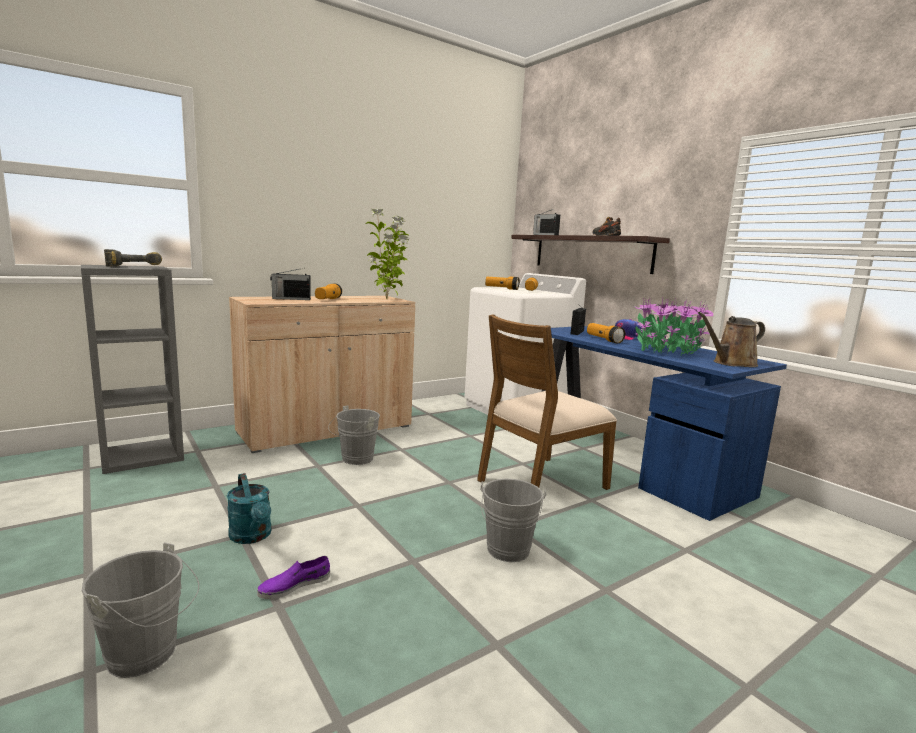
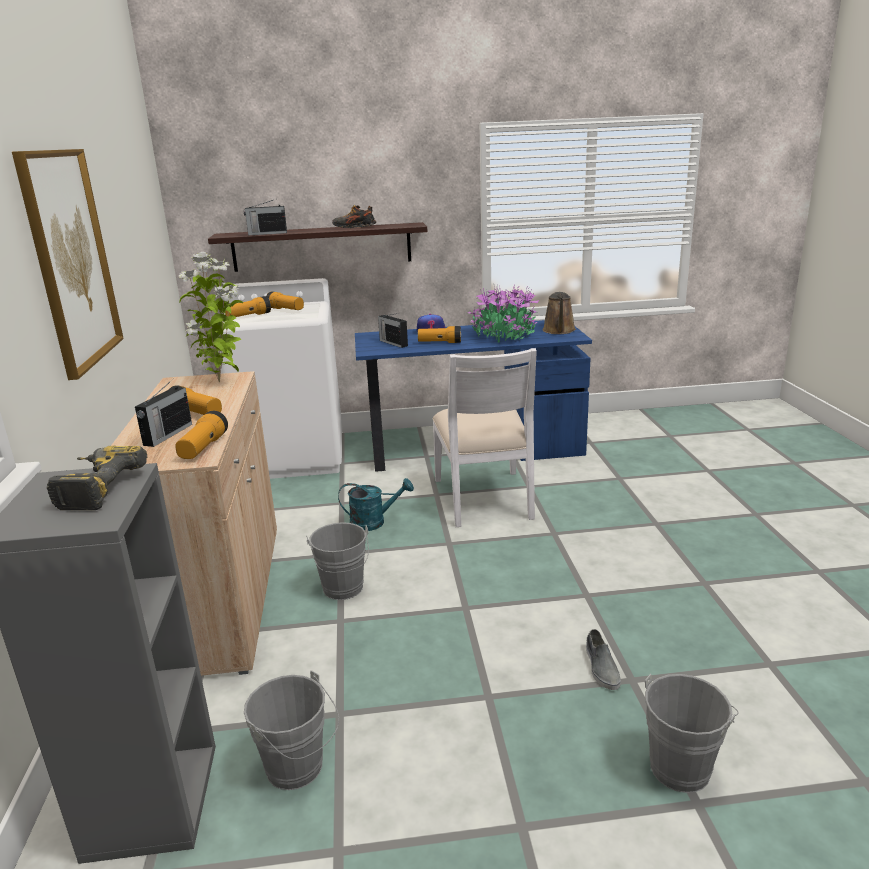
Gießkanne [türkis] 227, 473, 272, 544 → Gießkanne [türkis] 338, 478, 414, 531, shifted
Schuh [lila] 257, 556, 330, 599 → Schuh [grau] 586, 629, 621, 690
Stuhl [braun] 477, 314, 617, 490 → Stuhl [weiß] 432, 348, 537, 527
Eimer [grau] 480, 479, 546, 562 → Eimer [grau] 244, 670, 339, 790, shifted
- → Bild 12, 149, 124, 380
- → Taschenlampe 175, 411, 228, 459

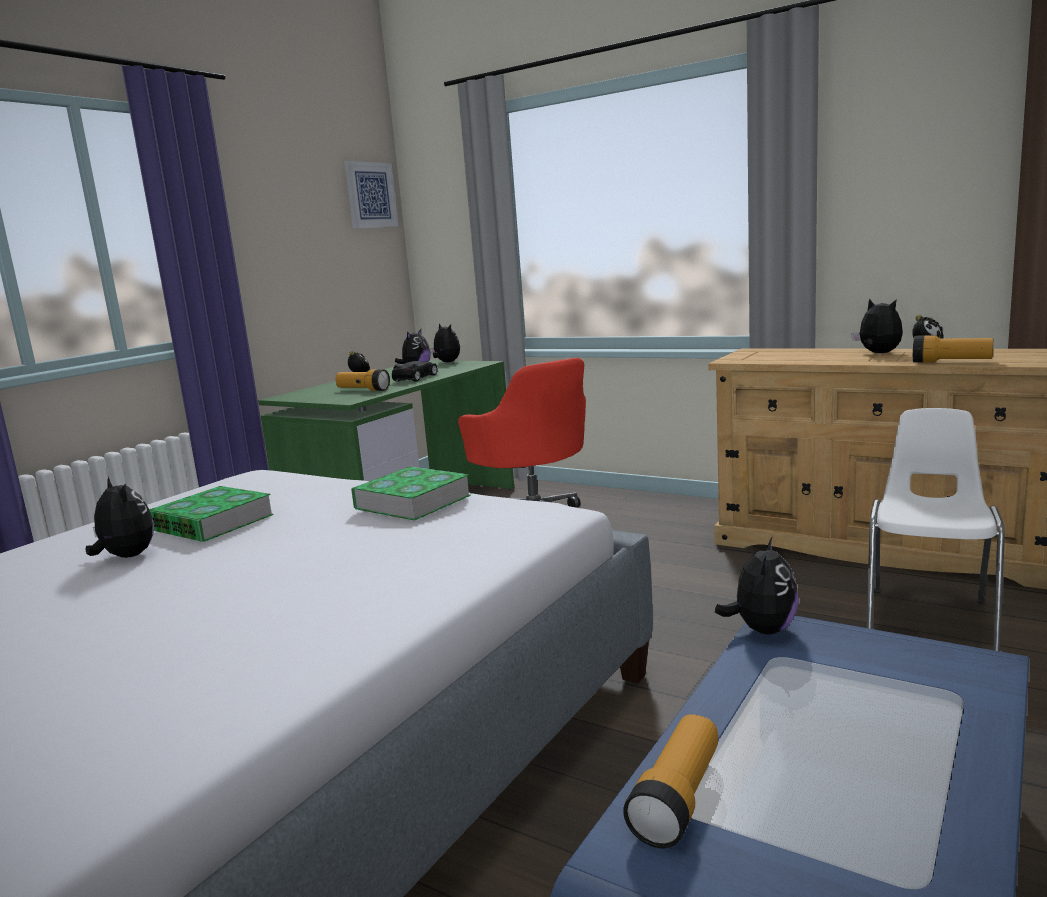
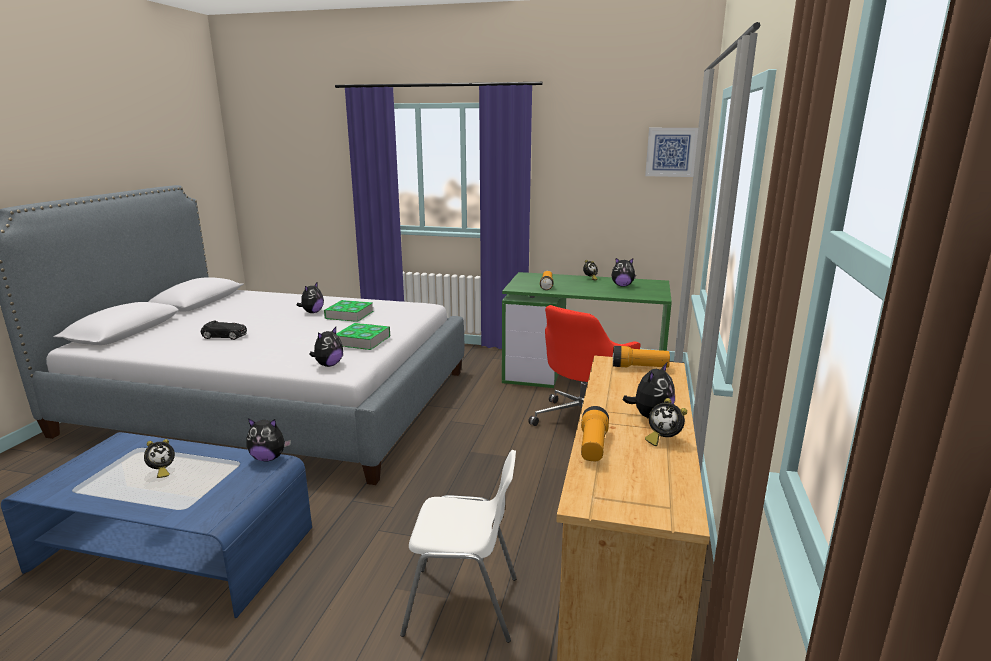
Spielzeugauto [schwarz] 392, 361, 437, 382 → Spielzeugauto [schwarz] 201, 321, 247, 340, shifted
Plüschtier 430, 323, 460, 362 → Plüschtier 309, 327, 343, 367, shifted
Taschenlampe 623, 714, 718, 848 → Taschenlampe 613, 346, 670, 367, shifted
- → Wecker 144, 439, 175, 478

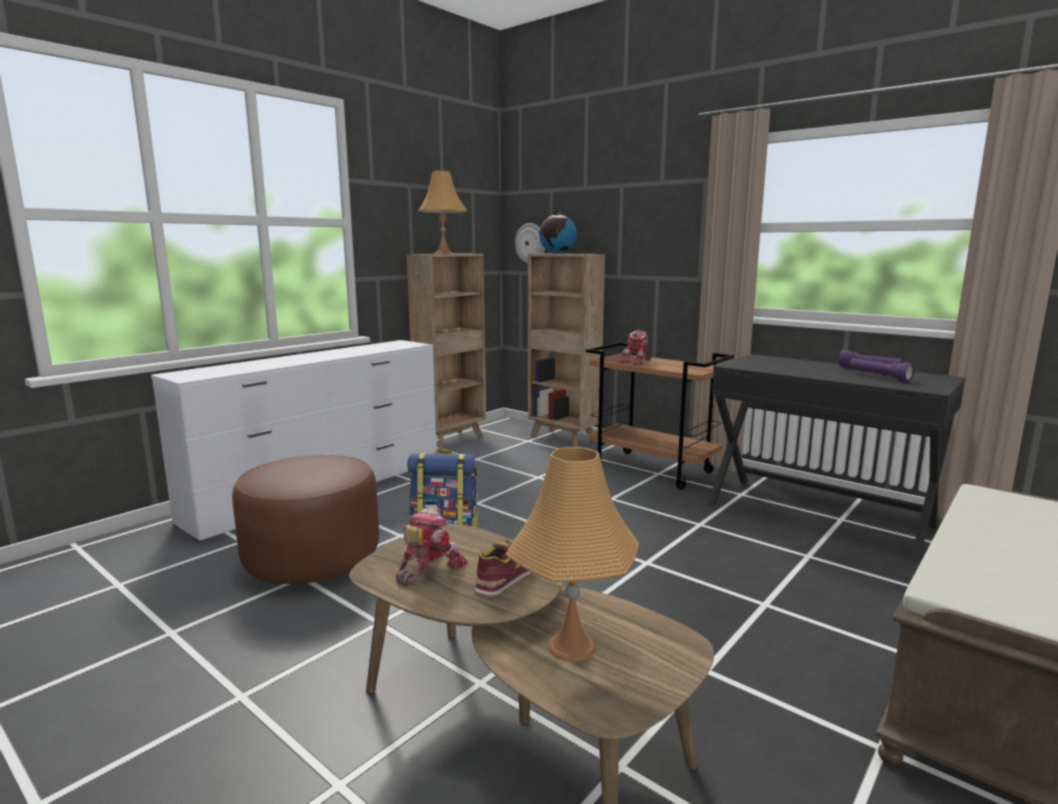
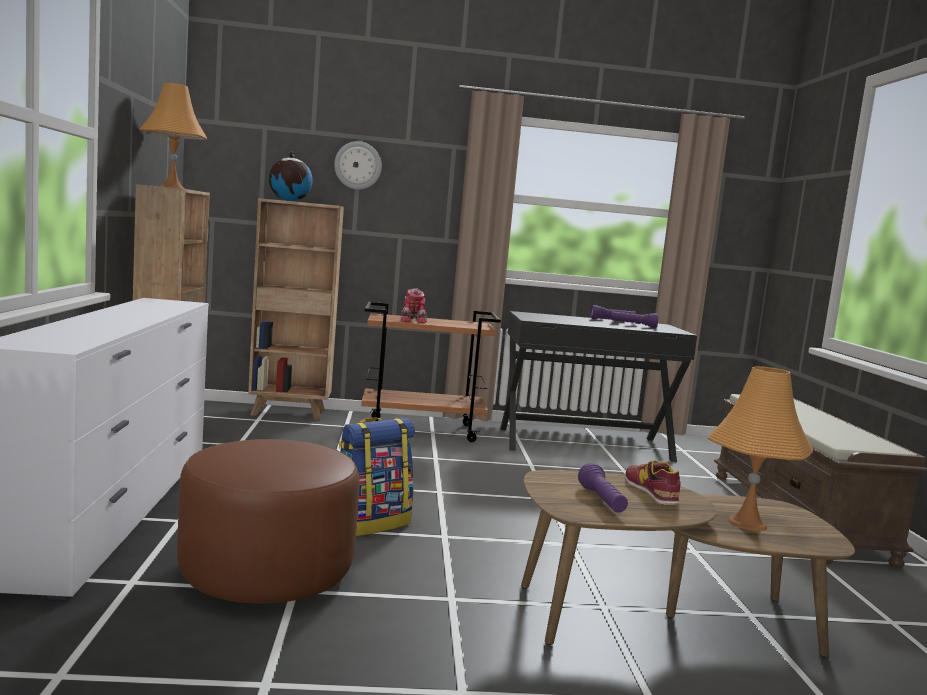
Spielzeugroboter 396, 506, 468, 586 → Taschenlampe [lila] 578, 463, 628, 513
Wanduhr 515, 223, 545, 263 → Wanduhr 334, 141, 382, 190, shifted

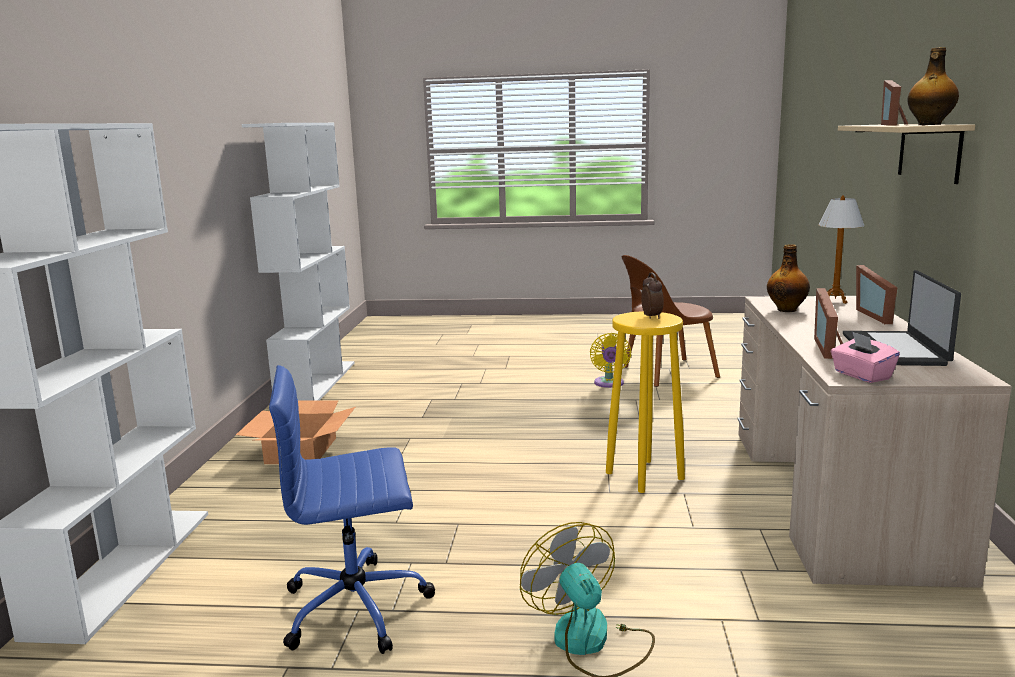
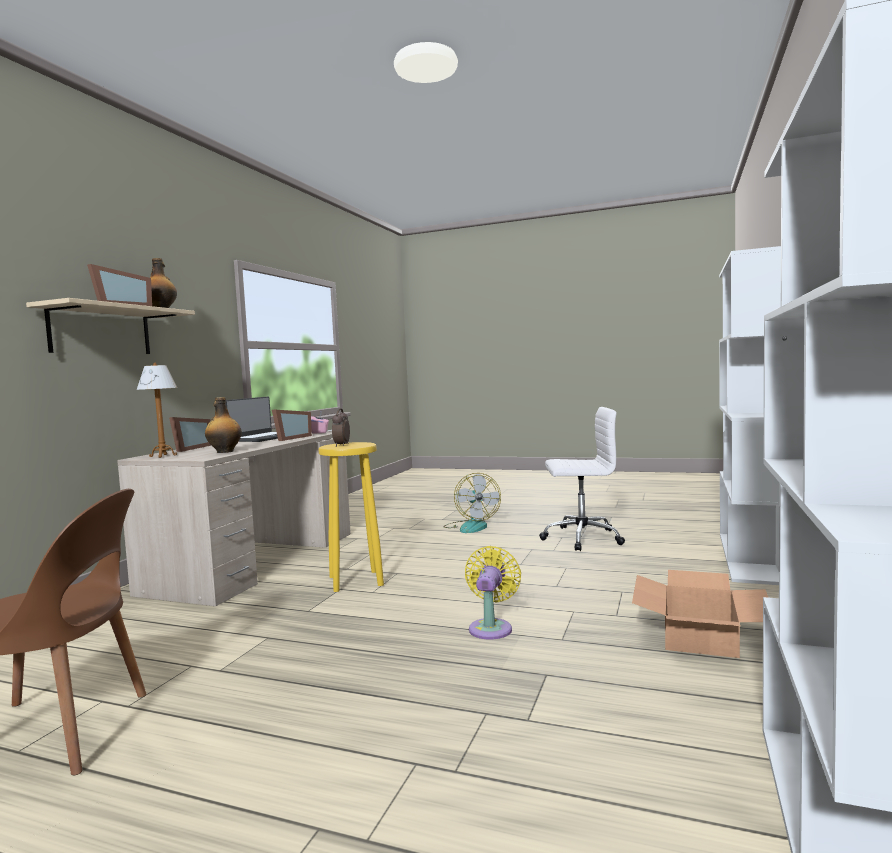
Bürostuhl [blau] 269, 365, 435, 654 → Bürostuhl [weiß] 539, 407, 625, 551
Ventilator [gelb] 590, 333, 631, 388 → Ventilator [gelb] 465, 546, 521, 640, shifted

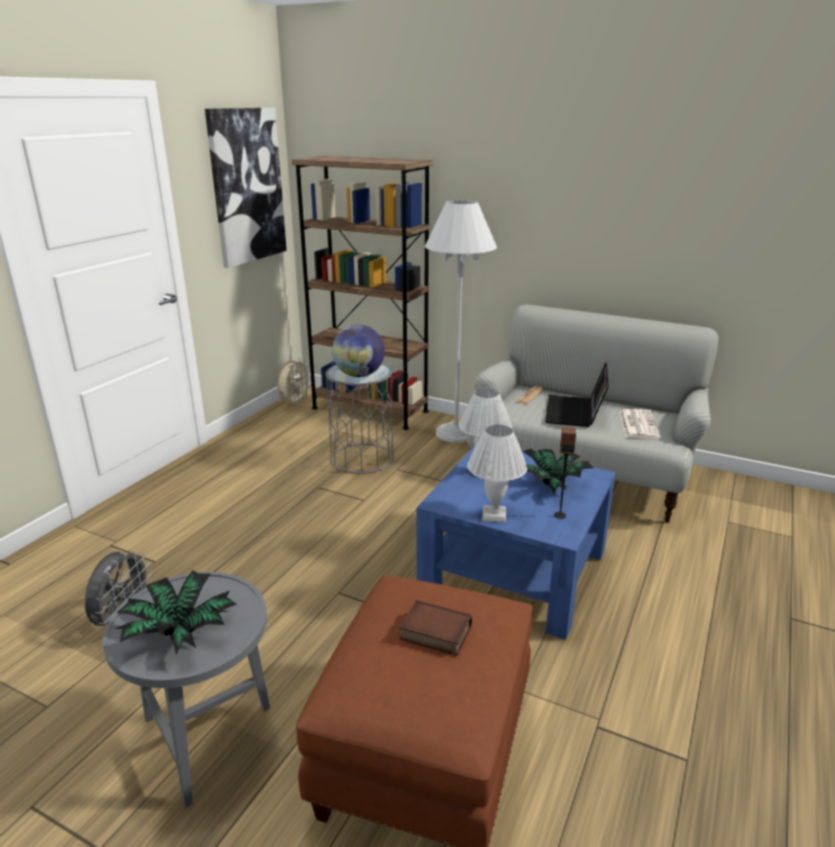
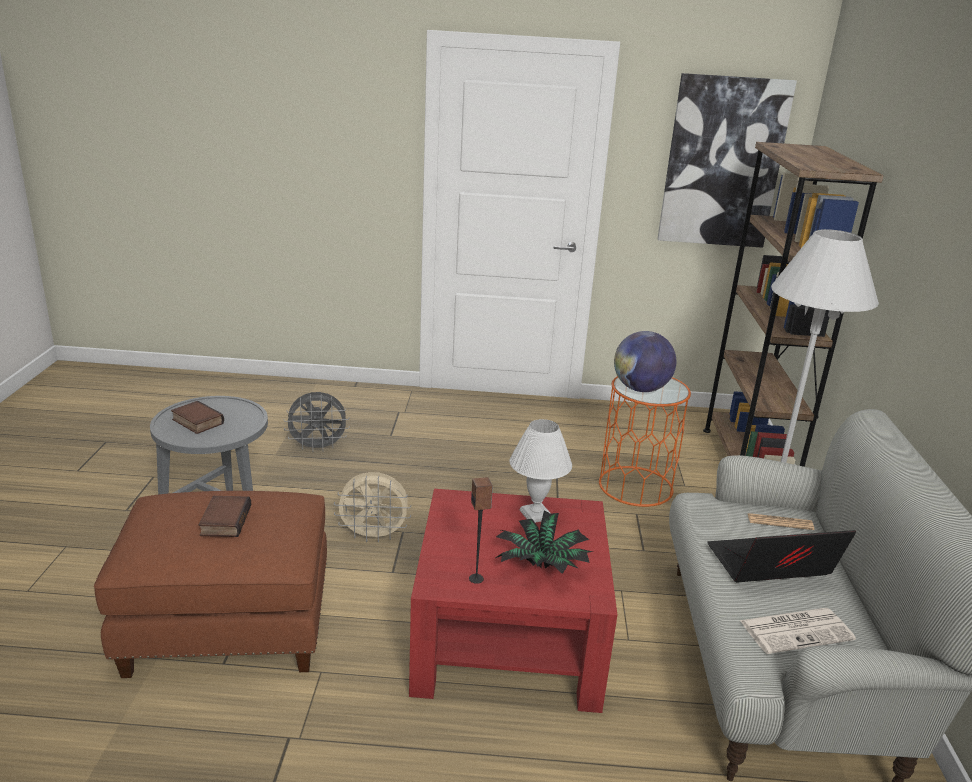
Topfpflanze 114, 570, 237, 654 → Buch 171, 401, 224, 434
Ventilator [beige] 277, 359, 311, 407 → Ventilator [beige] 334, 472, 411, 543, shifted
Beistelltisch [grau] 325, 363, 394, 474 → Beistelltisch [orange] 599, 376, 691, 507
Couchtisch [blau] 416, 447, 616, 640 → Couchtisch [rot] 409, 489, 617, 713
Tischlampe [weiß] 467, 425, 527, 523 → -

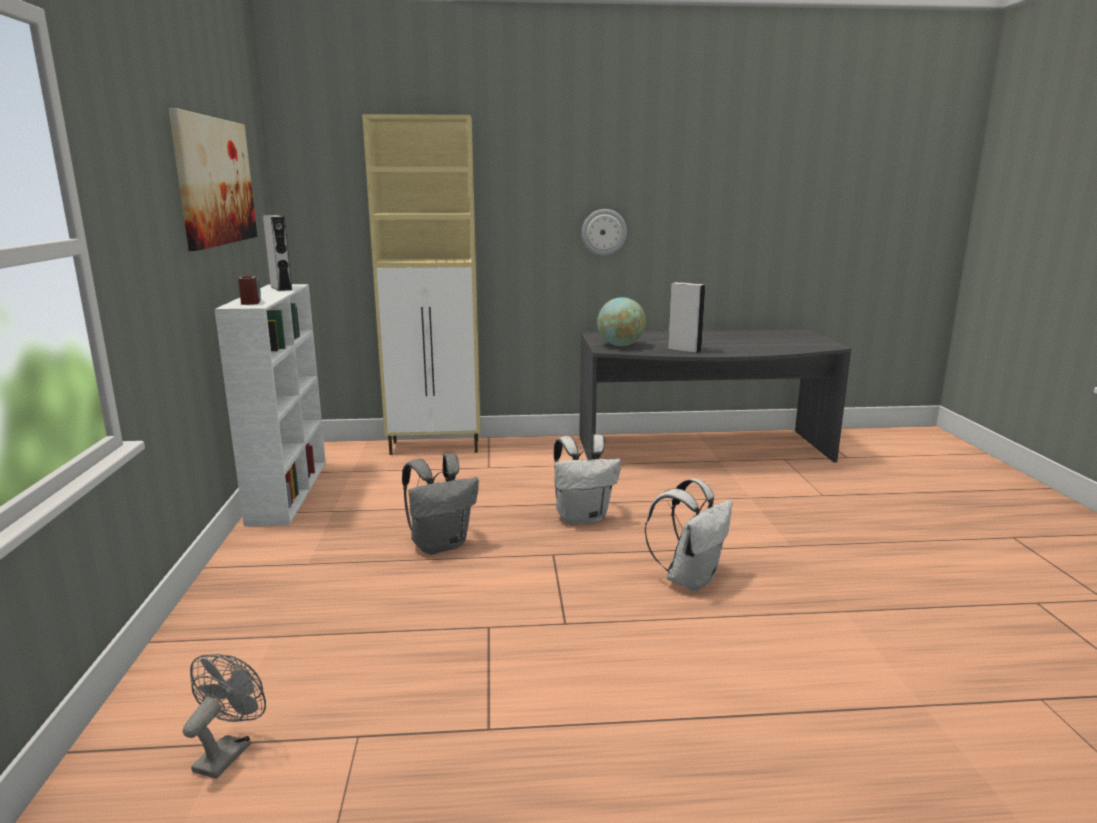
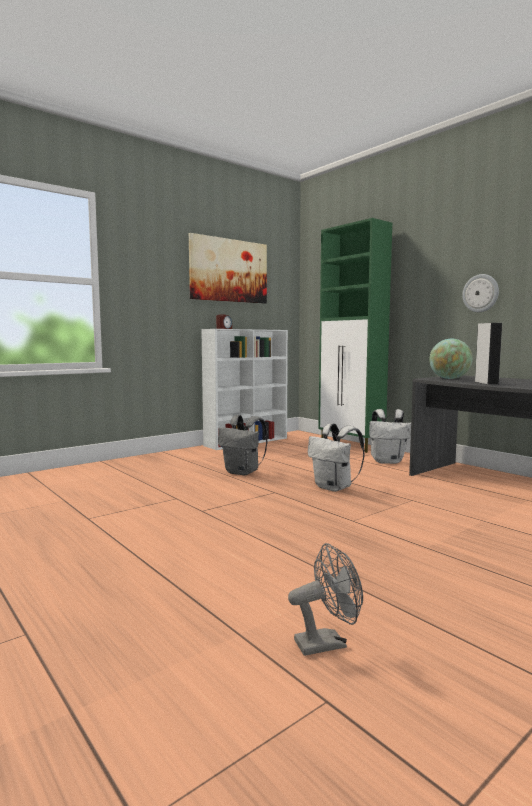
Ventilator [grau] 183, 654, 266, 779 → Ventilator [grau] 288, 543, 363, 656, shifted
Lautsprecher [grau] 263, 215, 292, 291 → -
Schrank [beige] 362, 114, 480, 455 → Schrank [grün] 318, 218, 392, 453
Rucksack [weiß] 645, 478, 732, 591 → Rucksack [weiß] 369, 409, 411, 464, shifted

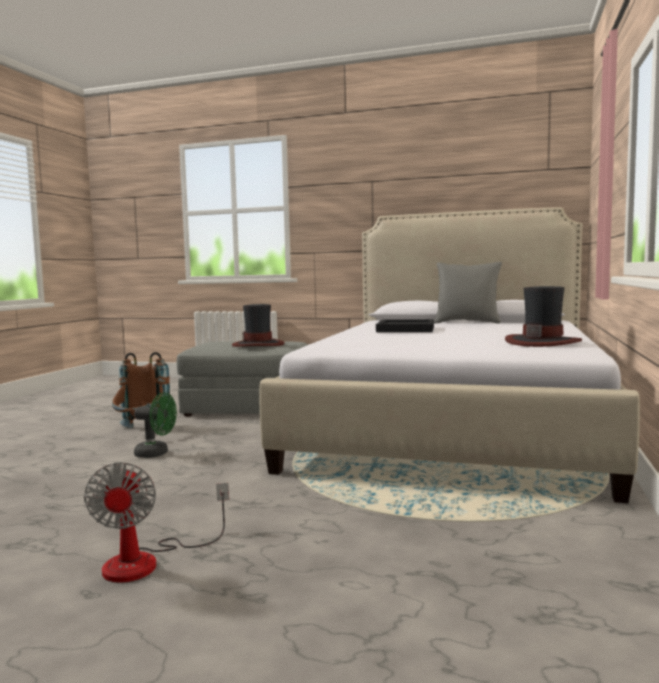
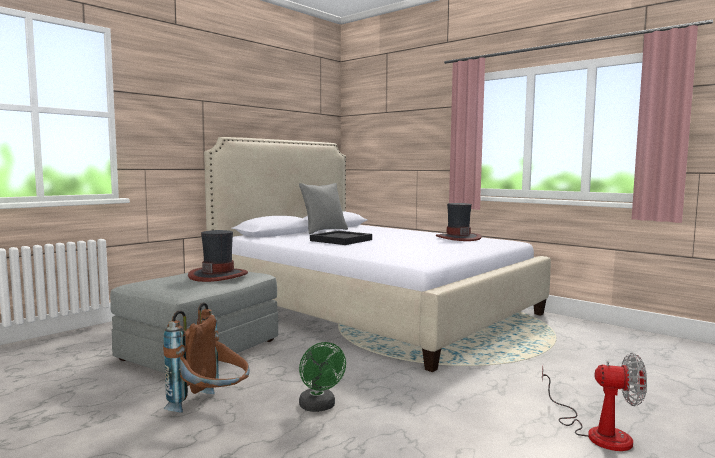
Ventilator [grün] 134, 393, 177, 458 → Ventilator [grün] 299, 342, 346, 412, 120 degrees clockwise

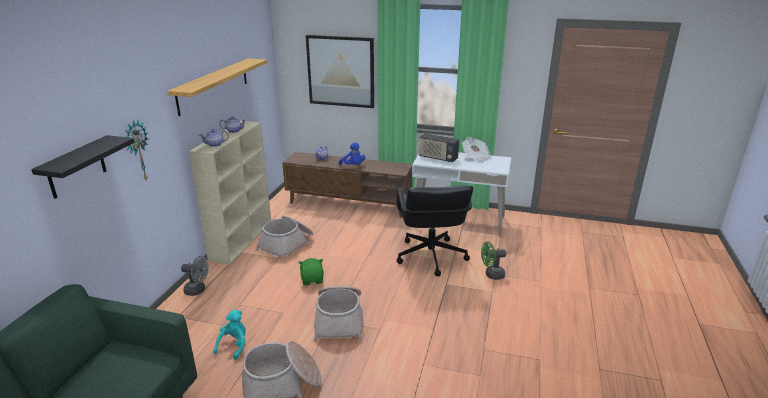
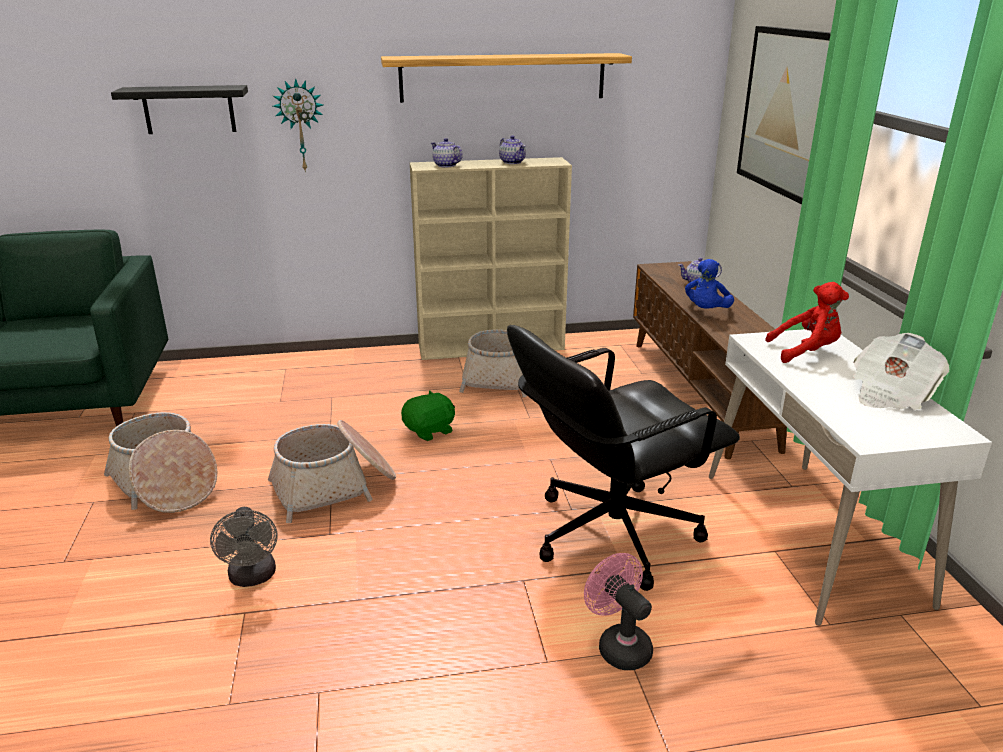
Ventilator [grau] 181, 256, 209, 296 → Ventilator [grau] 210, 507, 278, 587, shifted
Plüschtier [türkis] 214, 310, 246, 360 → -
Radio 418, 133, 459, 162 → Plüschtier [rot] 765, 282, 849, 363
Ventilator [grün] 481, 241, 506, 280 → Ventilator [rosa] 584, 553, 653, 670

